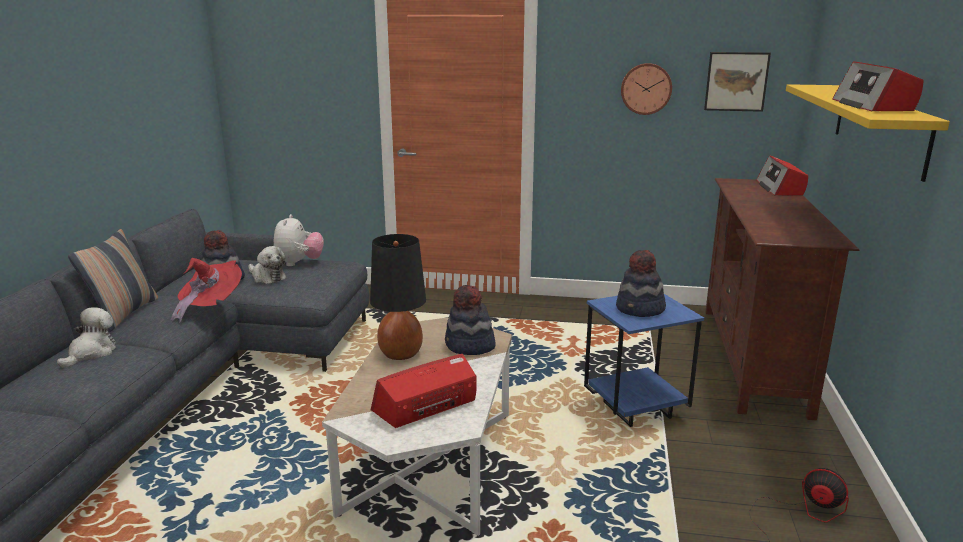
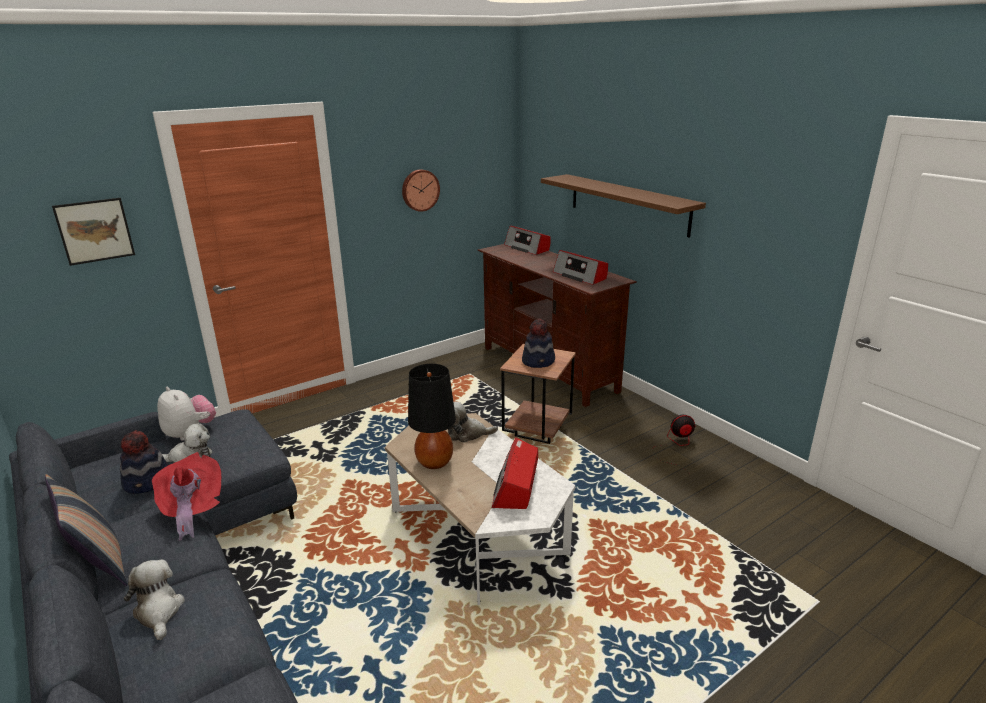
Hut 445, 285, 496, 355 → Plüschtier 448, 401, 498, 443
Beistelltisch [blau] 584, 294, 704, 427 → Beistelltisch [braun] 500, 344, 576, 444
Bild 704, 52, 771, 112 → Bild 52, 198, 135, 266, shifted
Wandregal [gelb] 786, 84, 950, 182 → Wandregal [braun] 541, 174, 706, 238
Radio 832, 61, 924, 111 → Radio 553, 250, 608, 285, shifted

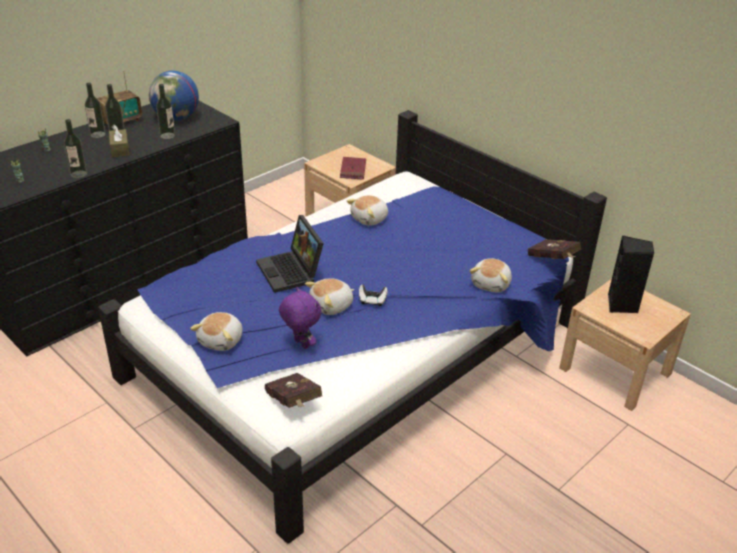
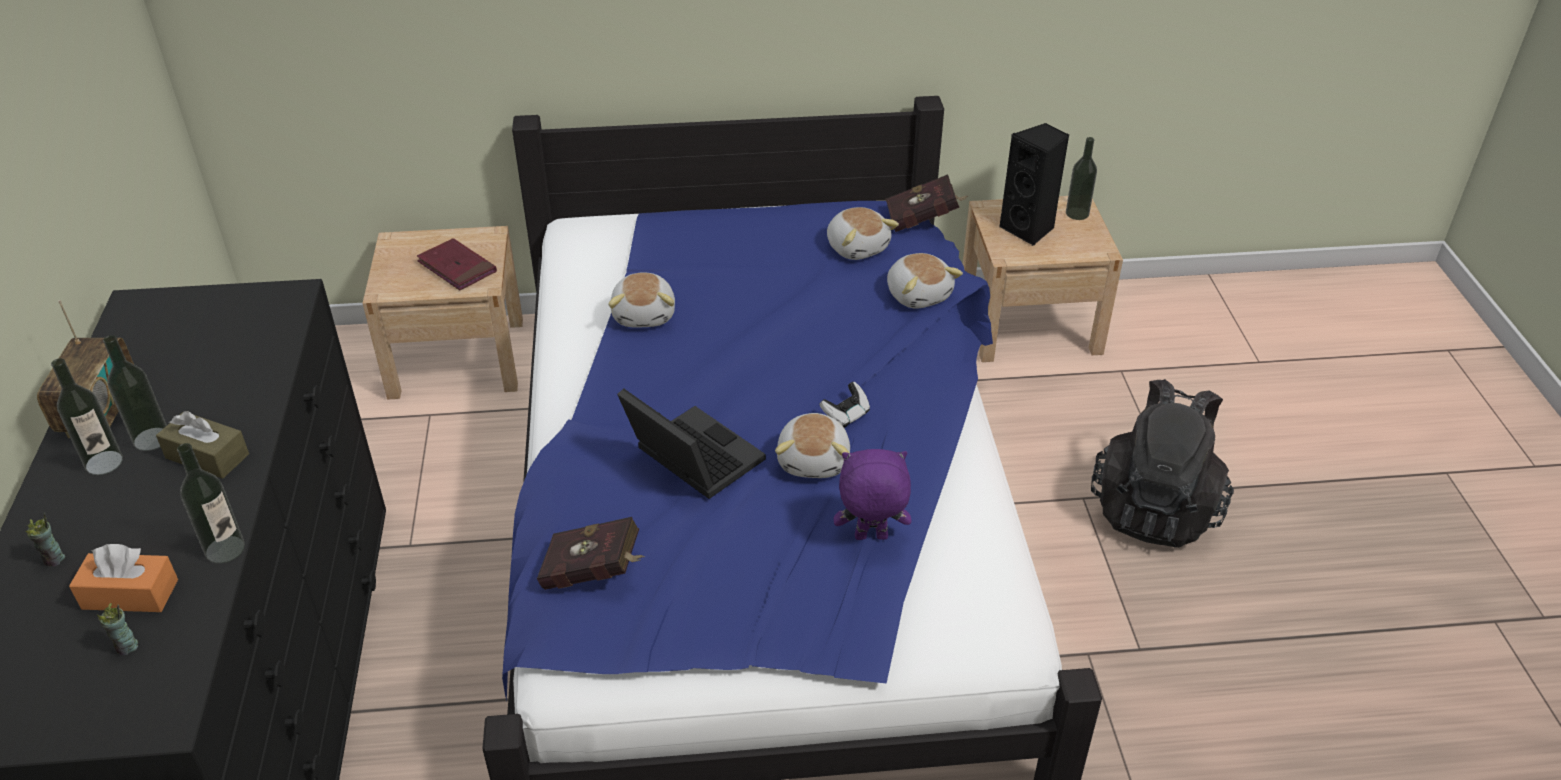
Globus 149, 71, 199, 121 → -
Flasche 156, 84, 175, 139 → Flasche 1066, 137, 1097, 220, shifted
Plüschtier 190, 312, 242, 351 → Plüschtier 827, 207, 899, 260, shifted
Laptop 256, 215, 324, 293 → Laptop 617, 388, 766, 499, 150 degrees counterclockwise
Buch [rot] 265, 373, 322, 408 → Buch [rot] 537, 517, 645, 590, shifted
- → Taschentuchbox [orange] 69, 544, 178, 612
- → Rucksack [schwarz] 1091, 379, 1234, 548

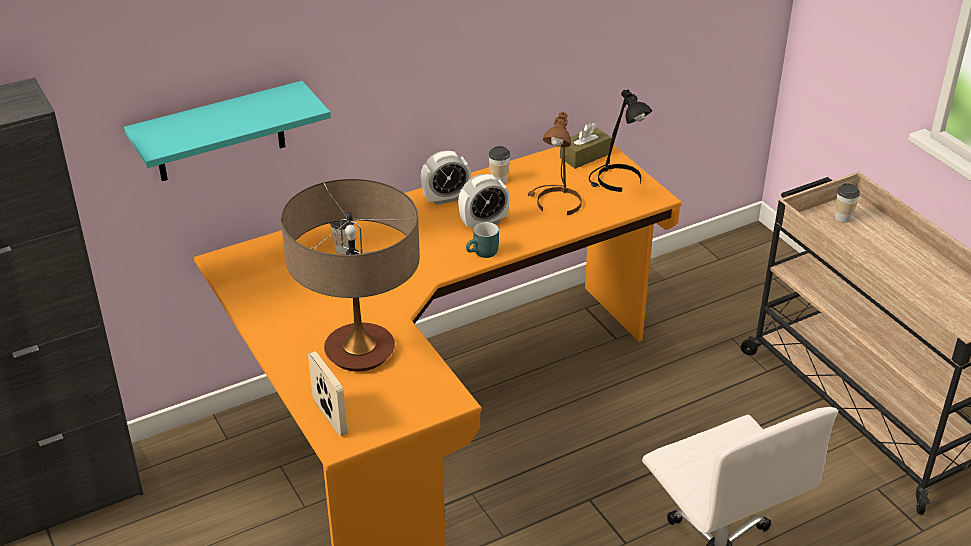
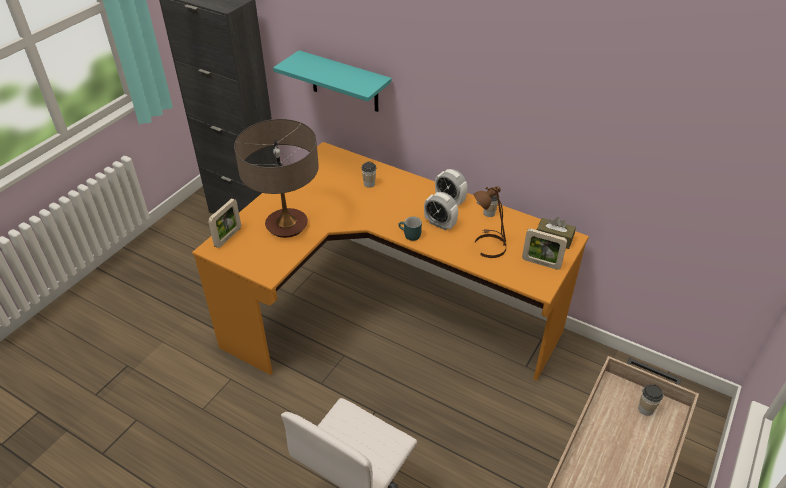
Tischlampe [schwarz] 589, 89, 652, 192 → Bilderrahmen 522, 228, 567, 270

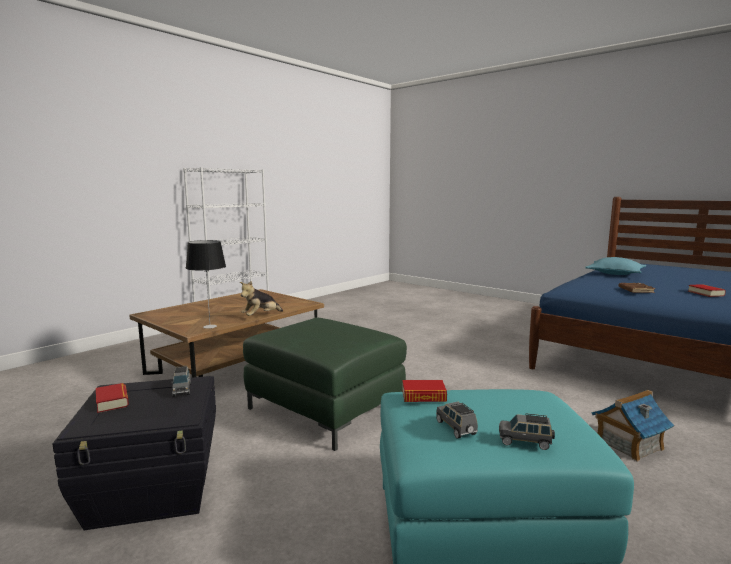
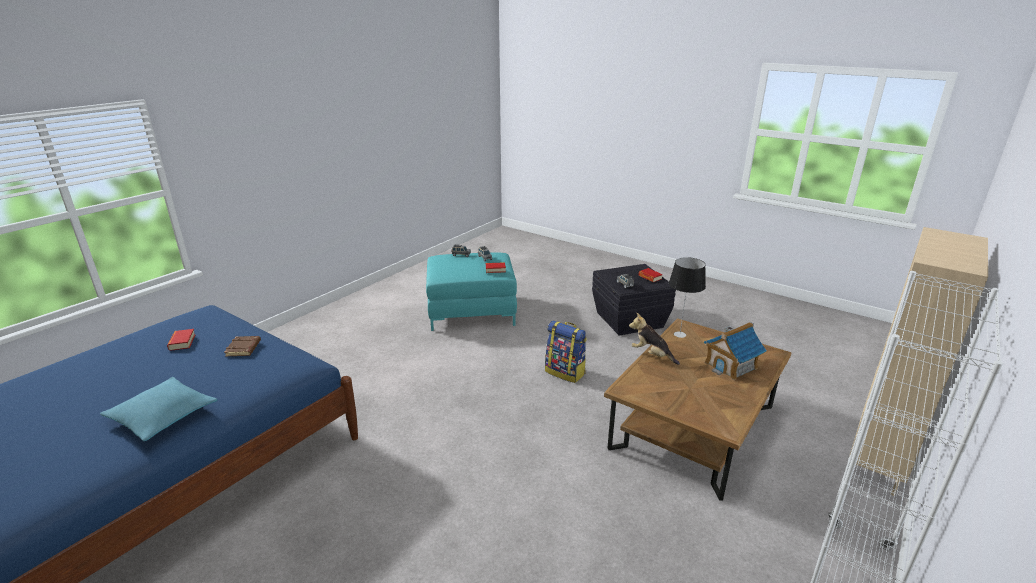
Plüschtier 240, 281, 283, 316 → Plüschtier 629, 313, 680, 365, 90 degrees counterclockwise
Polsterhocker [grün] 243, 317, 407, 451 → Rucksack 545, 320, 587, 383
Spielzeughaus 591, 390, 674, 462 → Spielzeughaus 704, 322, 767, 380, shifted
- → Bücherregal [beige] 849, 227, 988, 496

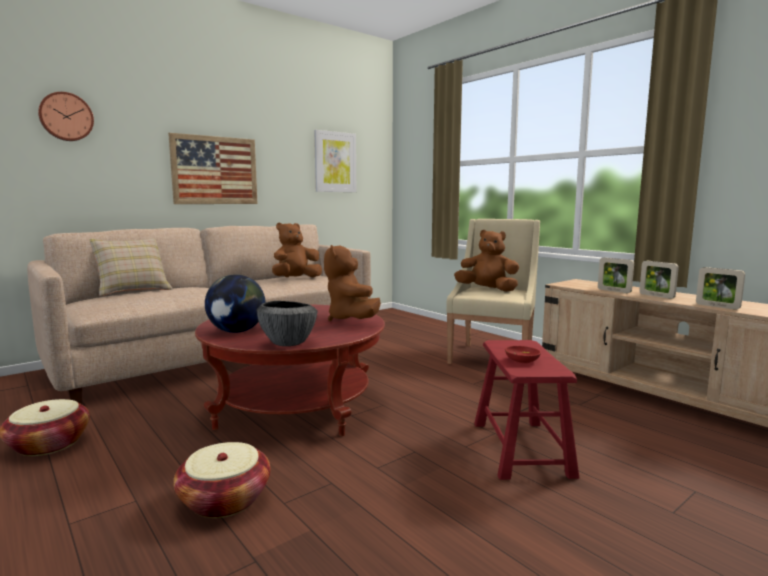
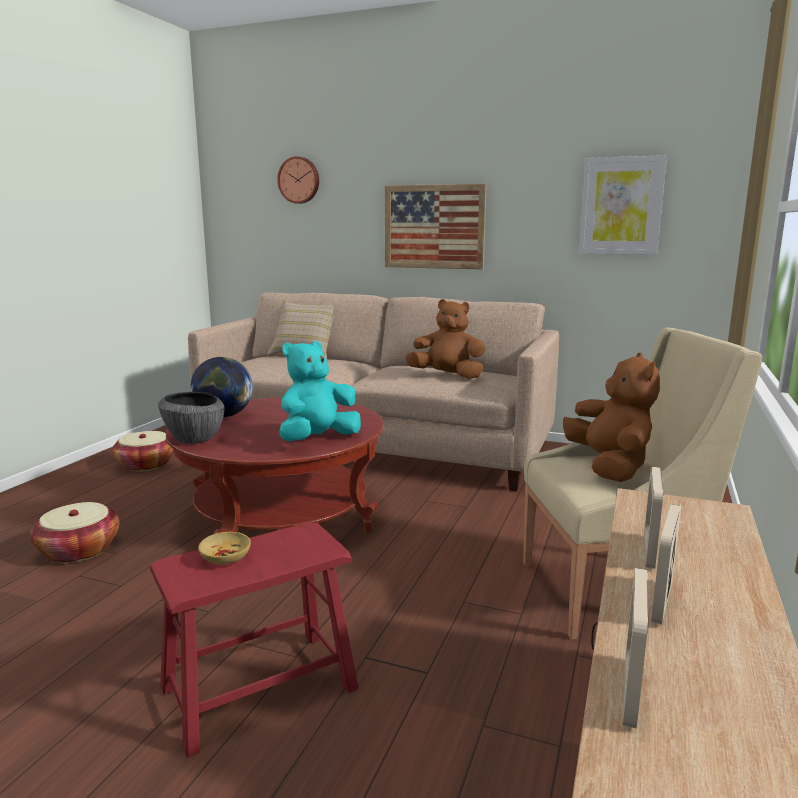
Plüschtier [braun] 324, 245, 381, 321 → Plüschtier [türkis] 279, 341, 361, 441
Schüssel [rot] 505, 346, 541, 363 → Schüssel [beige] 198, 532, 251, 565

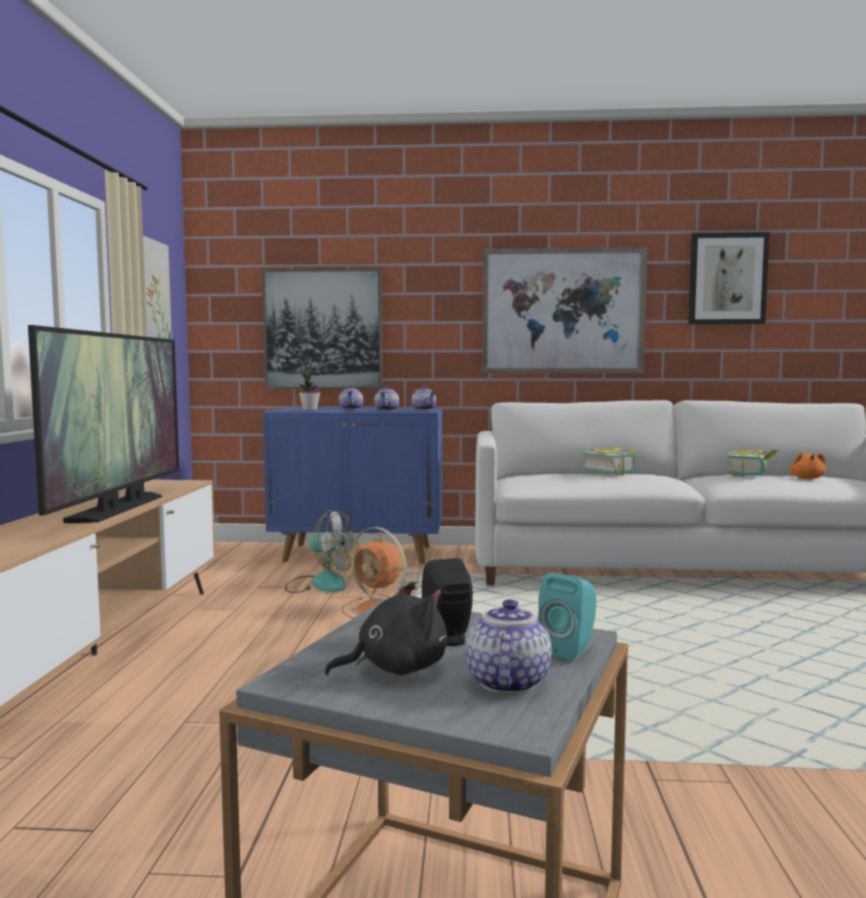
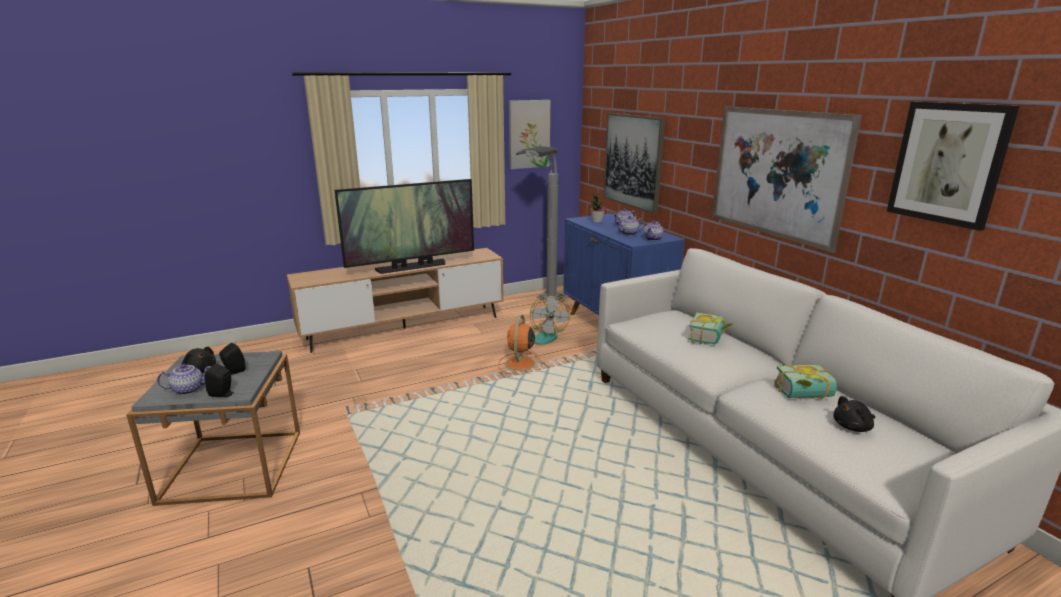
Lautsprecher [türkis] 537, 572, 597, 661 → Lautsprecher [schwarz] 205, 363, 234, 397
Plüschtier [orange] 790, 452, 826, 479 → Plüschtier [schwarz] 834, 396, 875, 432
- → Stehlampe [grau] 516, 146, 566, 300

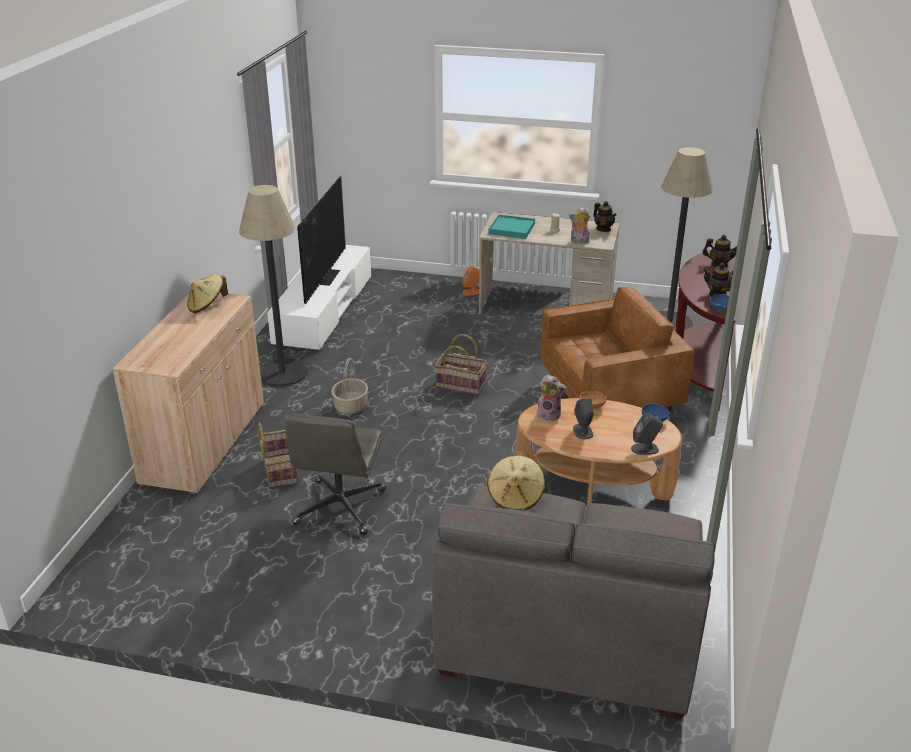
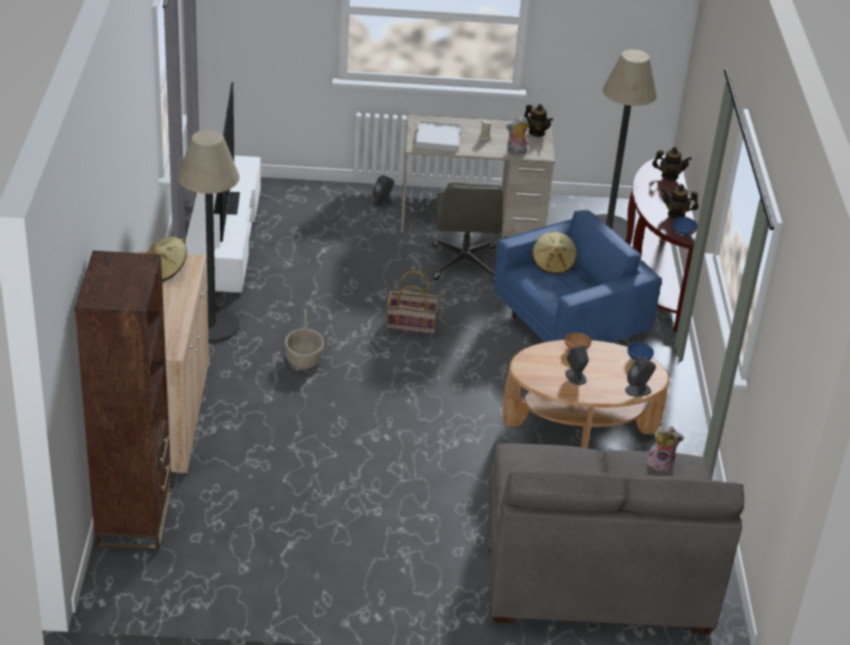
Korb 258, 418, 298, 488 → -
Bürostuhl [grau] 285, 413, 386, 535 → Bürostuhl [grau] 432, 182, 503, 282, shifted
Lautsprecher [orange] 462, 266, 479, 295 → Lautsprecher [grau] 373, 175, 394, 208
Hut [beige] 487, 454, 545, 511 → Hut [beige] 532, 231, 577, 275, shifted
Tablett [türkis] 489, 215, 535, 239 → Tablett [weiß] 415, 121, 461, 152
Plüschtier 537, 375, 566, 421 → Plüschtier 647, 425, 684, 471, shifted
Sessel [braun] 540, 287, 695, 412 → Sessel [blau] 493, 210, 662, 343
- → Bücherregal [braun] 74, 251, 172, 551

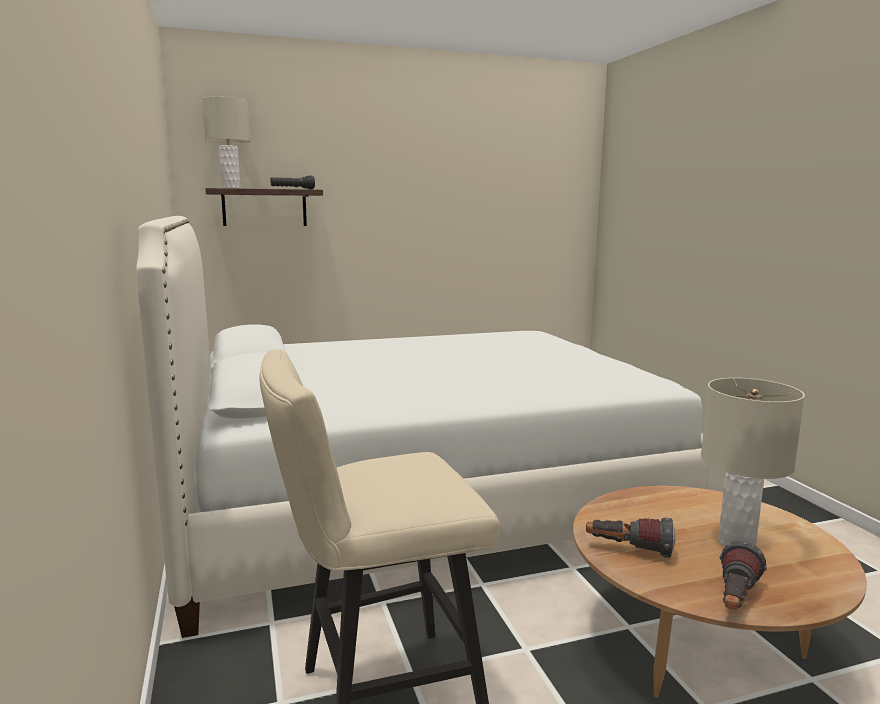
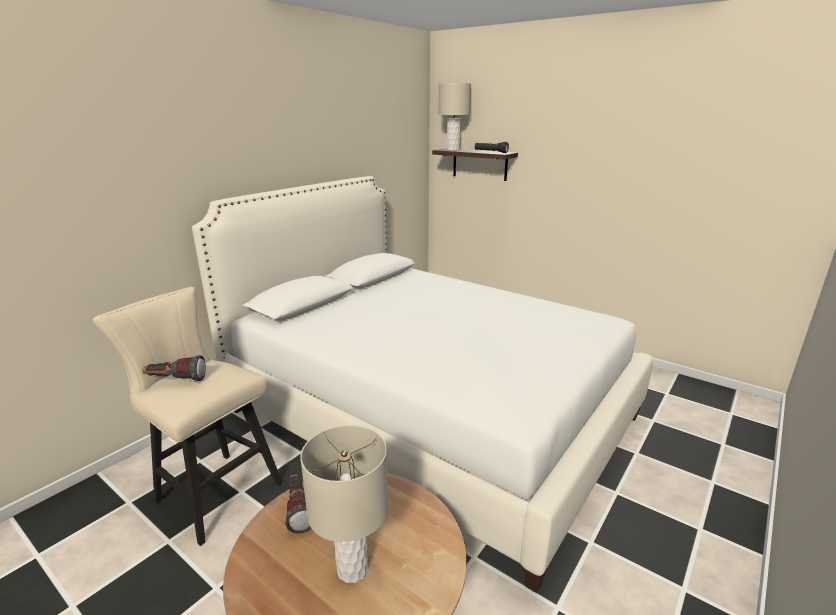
Taschenlampe 720, 541, 767, 610 → Taschenlampe 142, 355, 206, 382, shifted

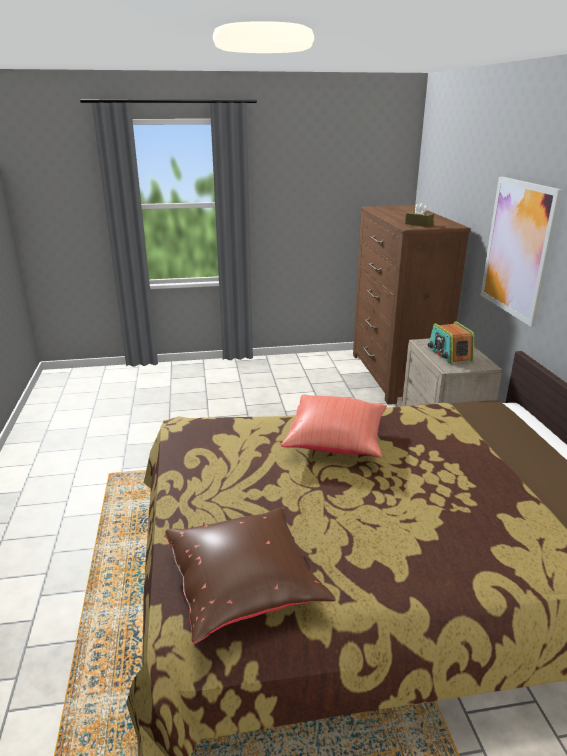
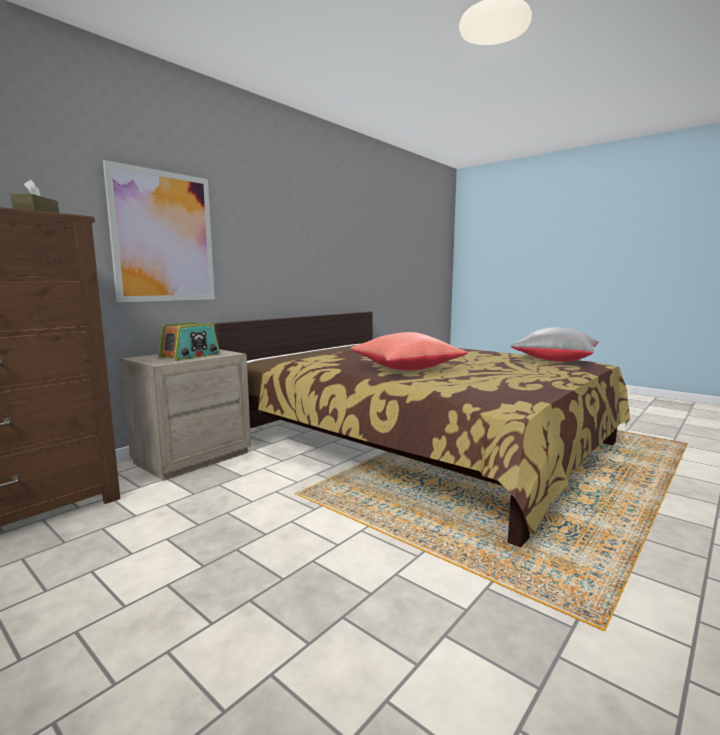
Kissen [braun] 165, 507, 336, 644 → Kissen [grau] 511, 327, 599, 362

